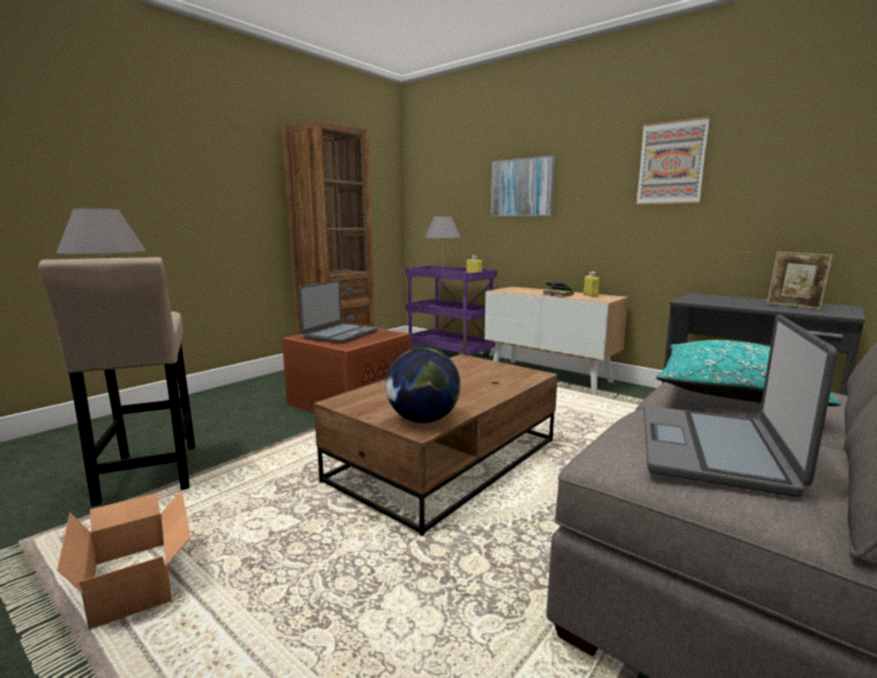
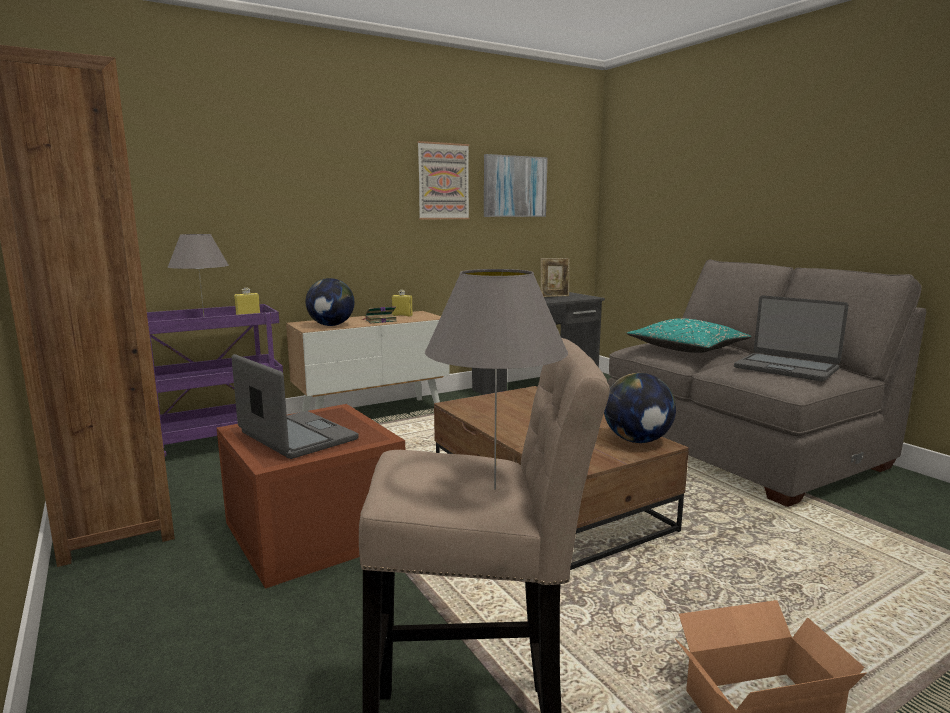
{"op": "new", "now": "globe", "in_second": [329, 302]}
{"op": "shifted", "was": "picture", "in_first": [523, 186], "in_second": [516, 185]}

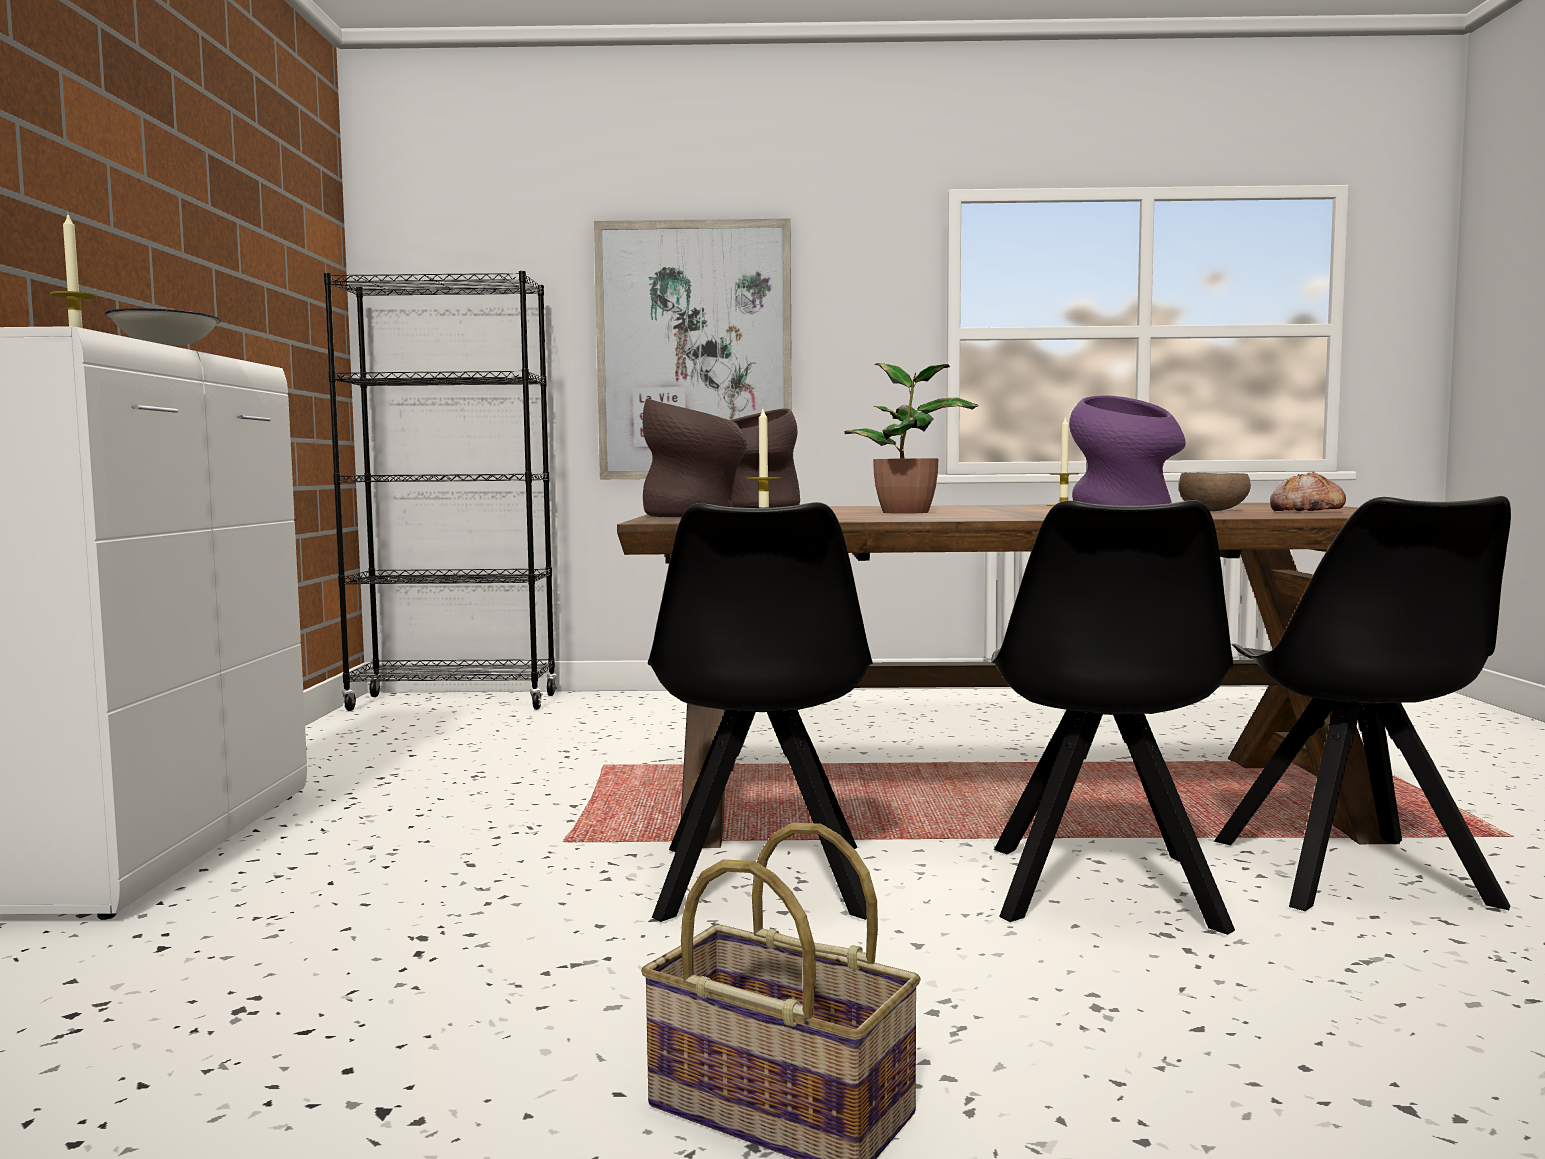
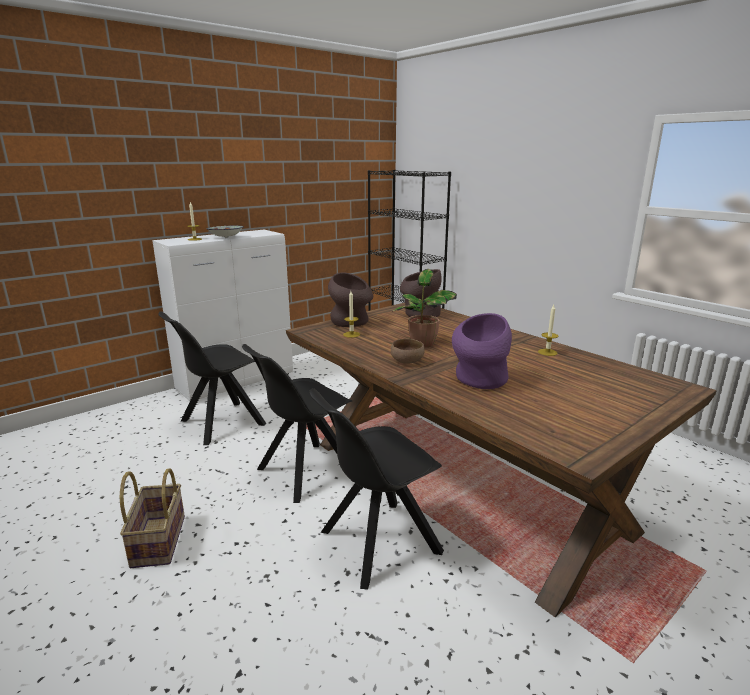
{"op": "shifted", "was": "black chair", "in_first": [1362, 703], "in_second": [212, 378]}
{"op": "shifted", "was": "brown bowl", "in_first": [1215, 492], "in_second": [408, 351]}
{"op": "gone", "was": "picture", "in_first": [693, 348]}
{"op": "gone", "was": "bread", "in_first": [1308, 491]}

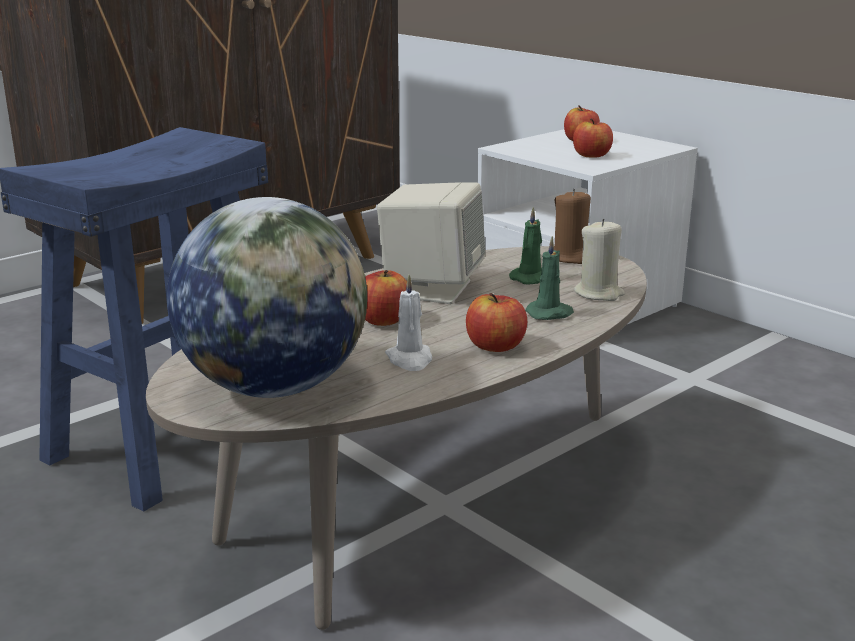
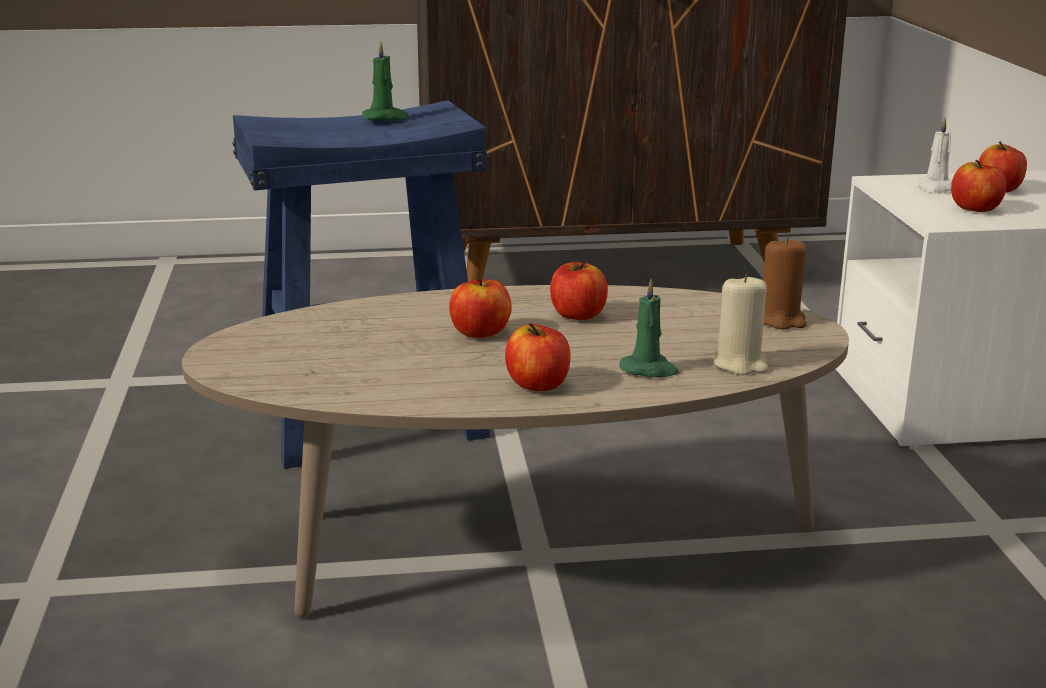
{"op": "shifted", "was": "green candle", "in_first": [525, 246], "in_second": [385, 81]}
{"op": "swapped", "was": "beige speaker", "now": "apple", "in_first": [431, 243], "in_second": [579, 290]}
{"op": "shifted", "was": "white candle", "in_first": [408, 323], "in_second": [935, 155]}
{"op": "gone", "was": "globe", "in_first": [267, 297]}

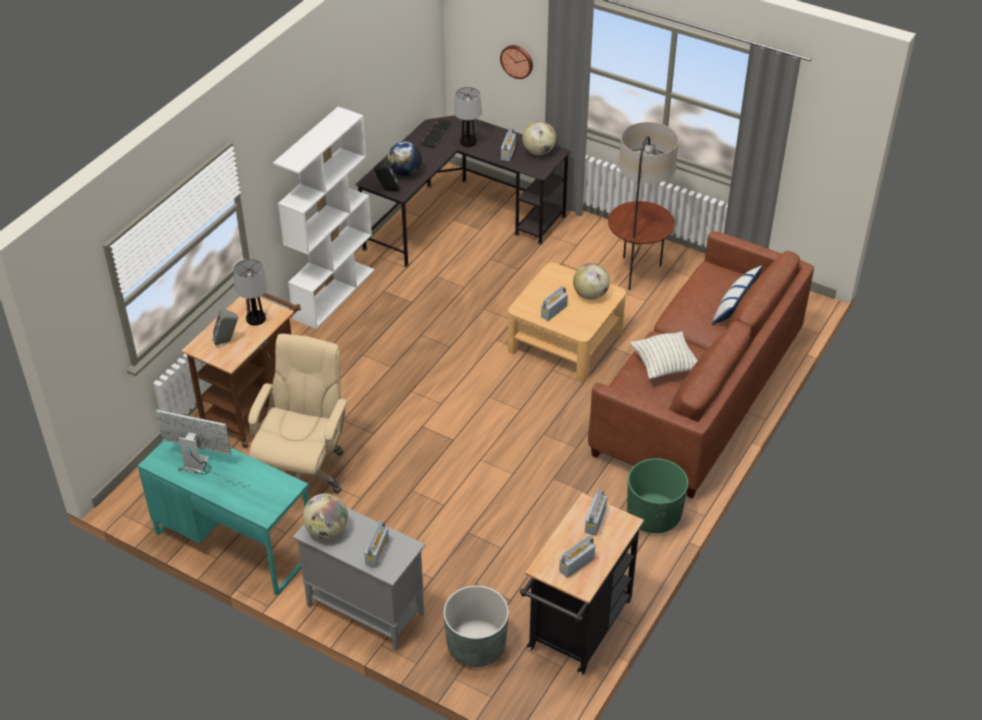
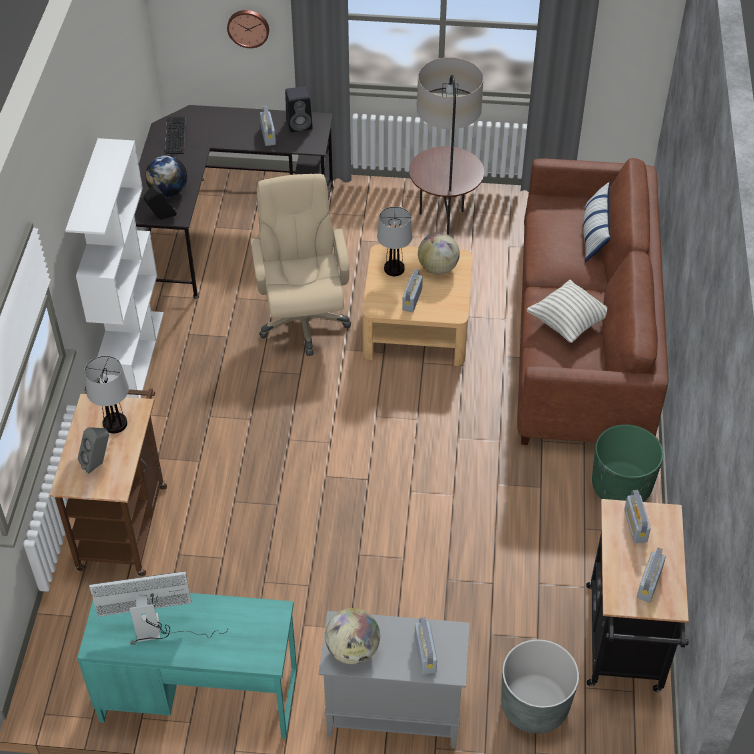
{"op": "shifted", "was": "beige office chair", "in_first": [298, 414], "in_second": [301, 265]}
{"op": "swapped", "was": "globe", "now": "black speaker", "in_first": [539, 138], "in_second": [299, 109]}
{"op": "shifted", "was": "table lamp", "in_first": [468, 117], "in_second": [395, 241]}

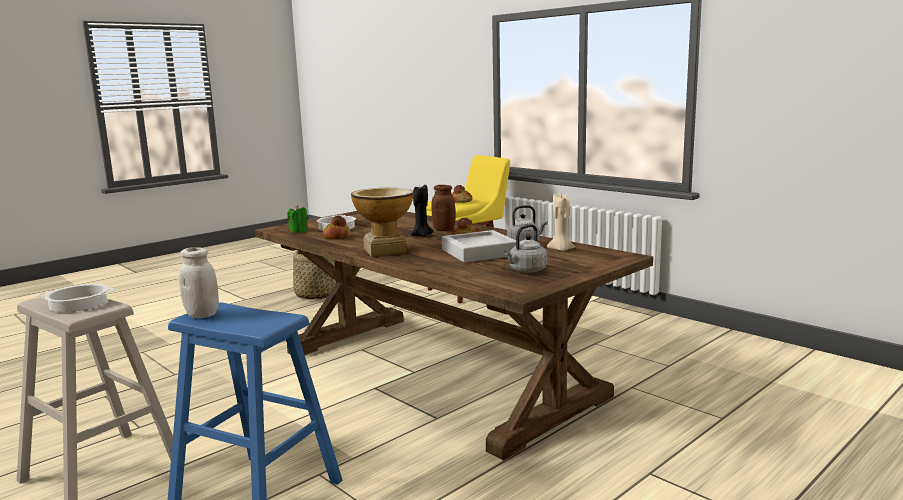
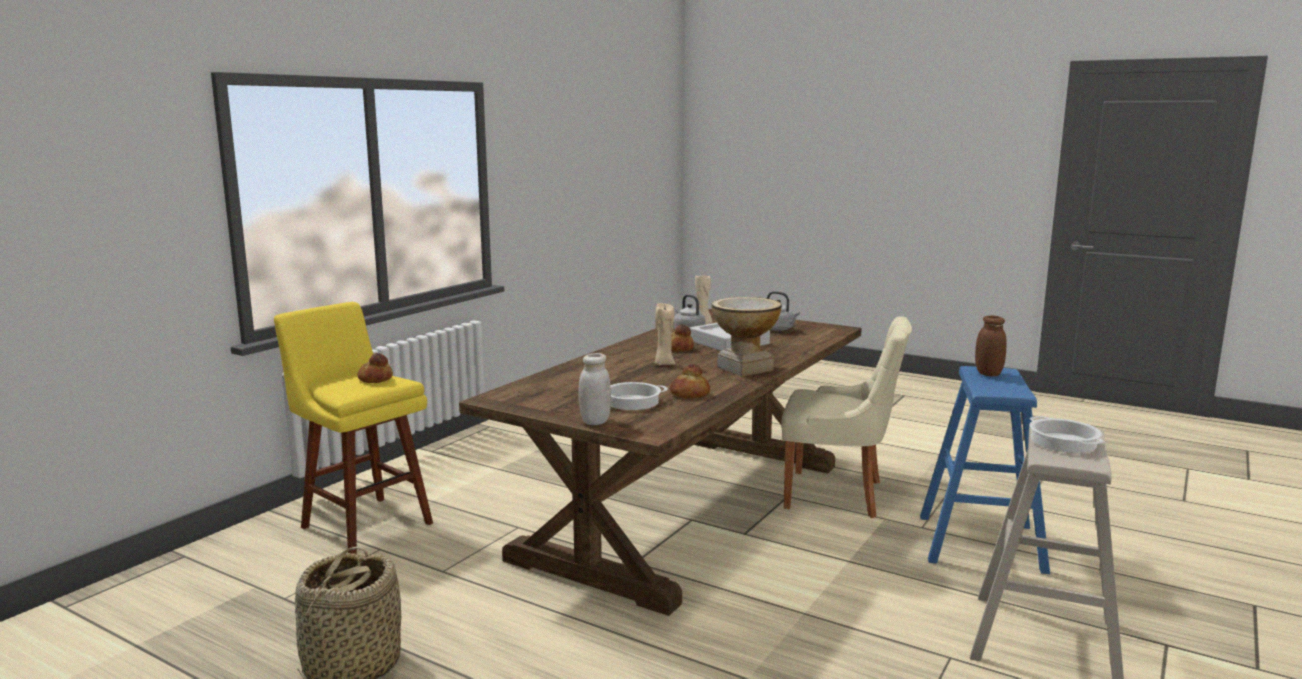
{"op": "shifted", "was": "white jar", "in_first": [199, 282], "in_second": [594, 389]}
{"op": "repainted", "was": "black candle", "now": "beige candle", "in_first": [422, 211], "in_second": [665, 334]}
{"op": "new", "now": "beige chair", "in_second": [846, 417]}
{"op": "shifted", "was": "brown jar", "in_first": [443, 208], "in_second": [991, 345]}
{"op": "gone", "was": "green candle", "in_first": [297, 219]}

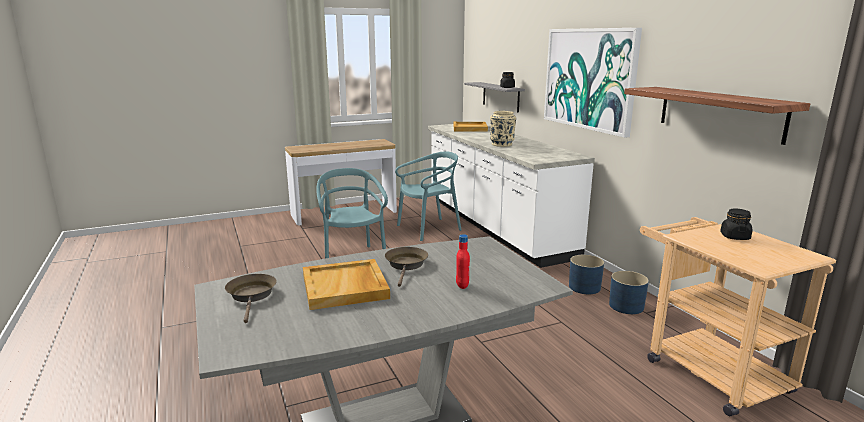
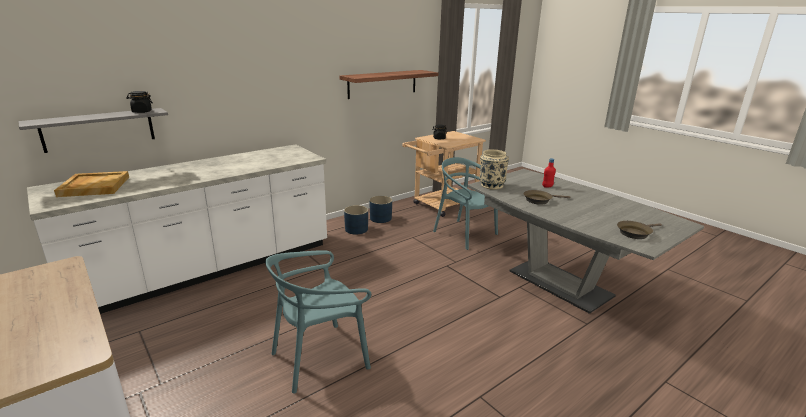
{"op": "shifted", "was": "turquoise chair", "in_first": [428, 196], "in_second": [465, 203]}
{"op": "shifted", "was": "beige vase", "in_first": [503, 129], "in_second": [494, 169]}
{"op": "gone", "was": "beige tray", "in_first": [346, 284]}
{"op": "gone", "was": "picture", "in_first": [593, 83]}

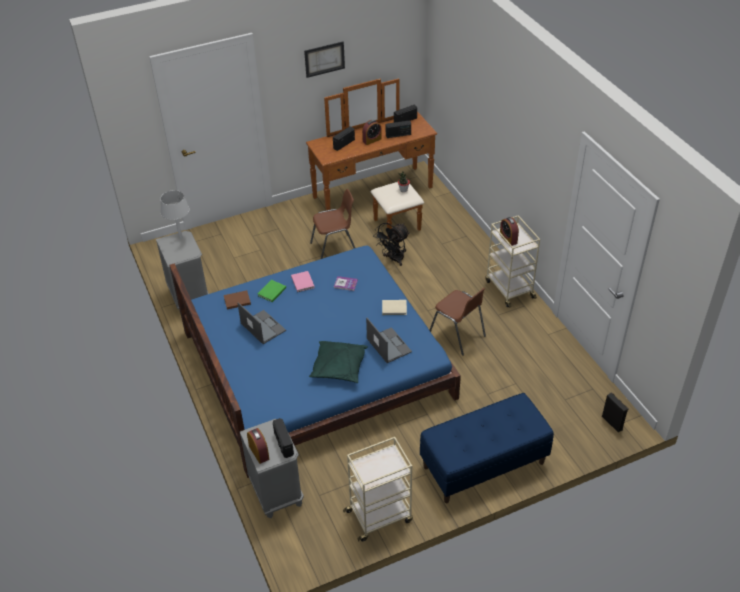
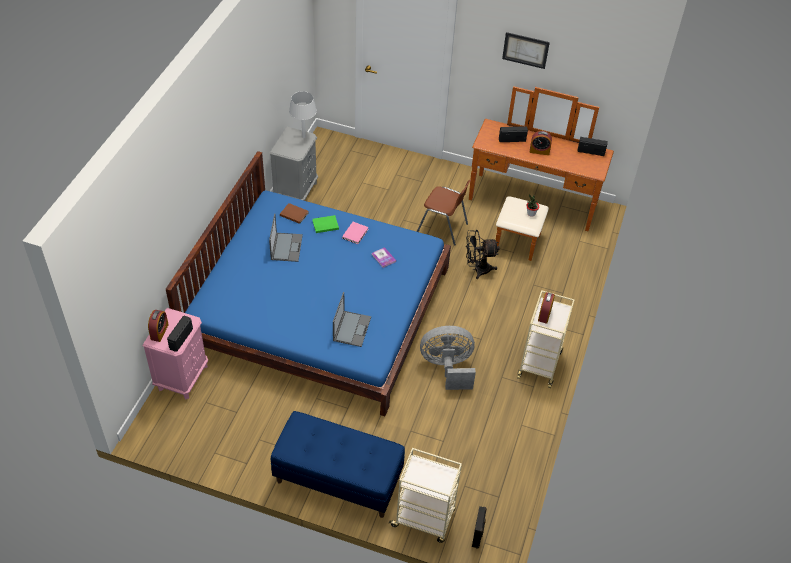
{"op": "repainted", "was": "grey nightstand", "now": "pink nightstand", "in_first": [272, 468], "in_second": [175, 354]}
{"op": "shifted", "was": "beige cart", "in_first": [378, 489], "in_second": [425, 495]}
{"op": "swapped", "was": "brown chair", "now": "grey fan", "in_first": [457, 322], "in_second": [448, 358]}
{"op": "gone", "was": "green pillow", "in_first": [338, 362]}
{"op": "gone", "was": "beige book", "in_first": [394, 307]}
{"op": "gone", "was": "radio", "in_first": [398, 129]}

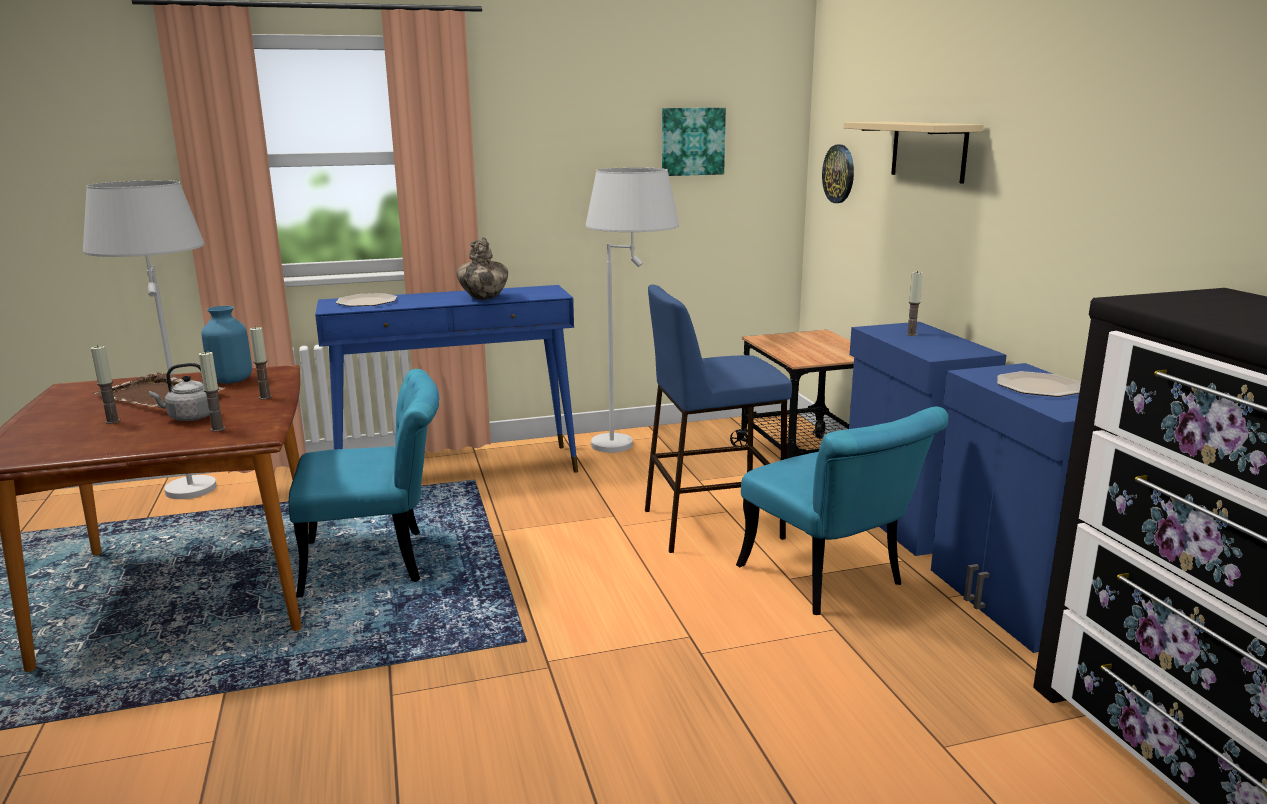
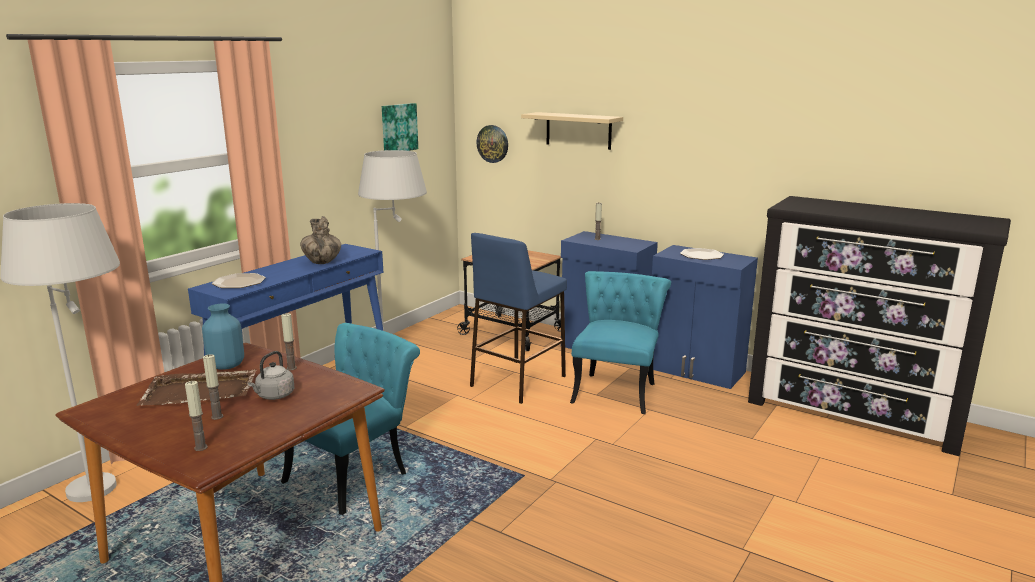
{"op": "shifted", "was": "candle", "in_first": [211, 391], "in_second": [196, 416]}
{"op": "rotated", "was": "turquoise chair", "in_first": [842, 511], "in_second": [620, 342], "clockwise": -90}

